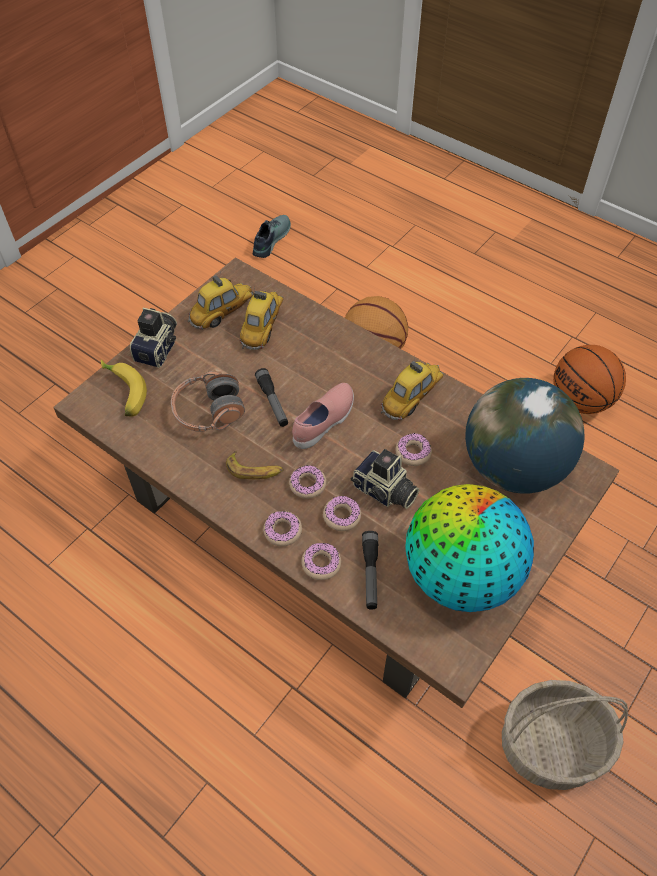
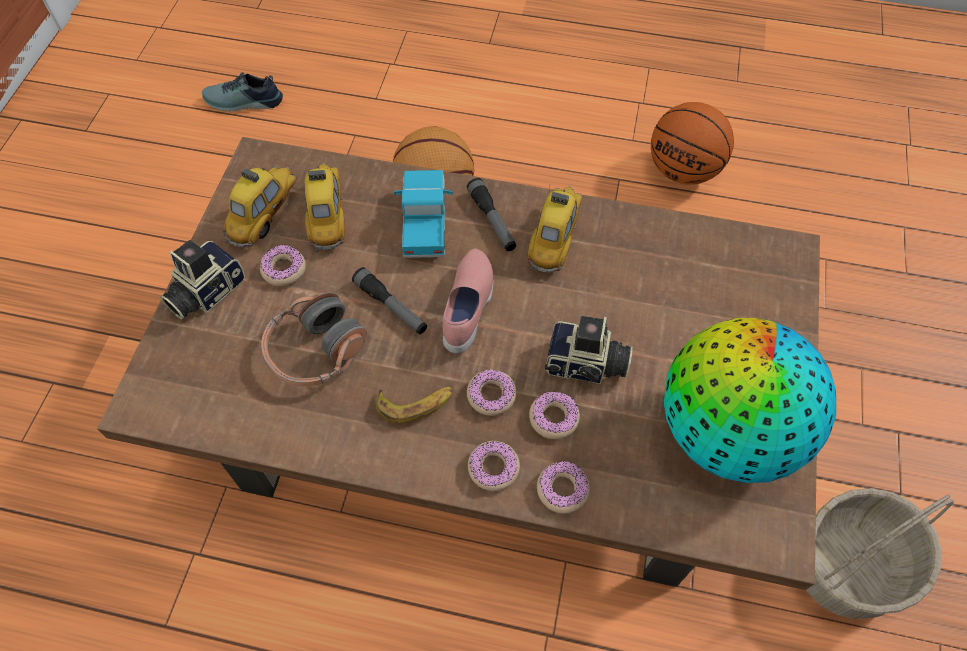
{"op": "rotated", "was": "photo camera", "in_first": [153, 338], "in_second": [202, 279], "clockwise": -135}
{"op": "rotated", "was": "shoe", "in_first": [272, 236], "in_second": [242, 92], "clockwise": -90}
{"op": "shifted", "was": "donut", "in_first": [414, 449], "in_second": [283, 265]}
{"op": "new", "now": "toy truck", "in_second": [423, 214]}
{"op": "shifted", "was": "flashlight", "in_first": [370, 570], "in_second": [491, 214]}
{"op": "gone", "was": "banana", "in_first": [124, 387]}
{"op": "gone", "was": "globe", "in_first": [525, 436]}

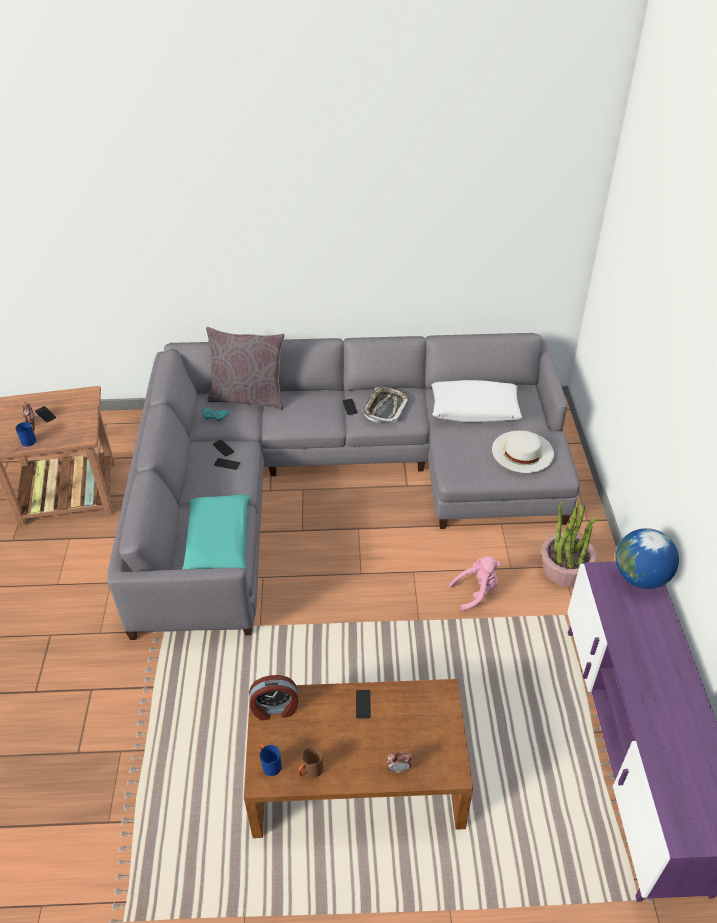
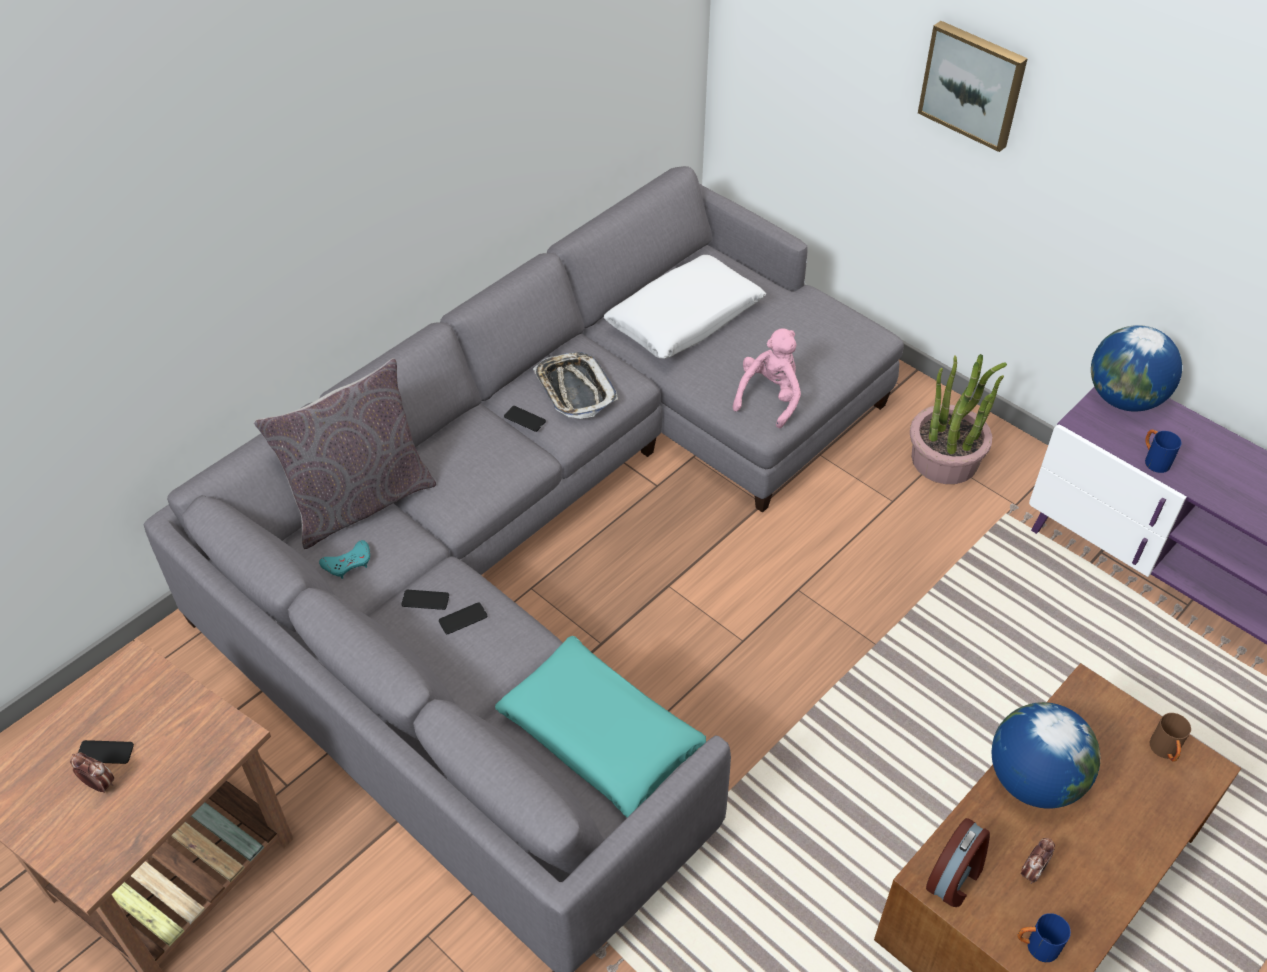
{"op": "shifted", "was": "pink plush toy", "in_first": [475, 583], "in_second": [767, 378]}
{"op": "new", "now": "picture", "in_second": [973, 86]}
{"op": "swapped", "was": "phone", "now": "globe", "in_first": [363, 704], "in_second": [1046, 755]}
{"op": "shifted", "was": "alarm clock", "in_first": [399, 762], "in_second": [1038, 861]}
{"op": "shifted", "was": "blue mug", "in_first": [26, 434], "in_second": [1163, 451]}
{"op": "shifted", "was": "brown mug", "in_first": [310, 762], "in_second": [1170, 737]}
{"op": "gone", "was": "white hat", "in_first": [523, 452]}

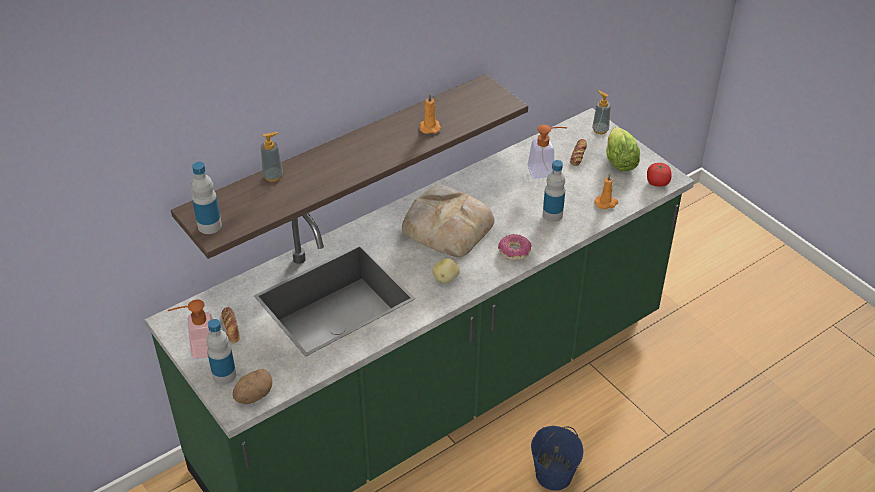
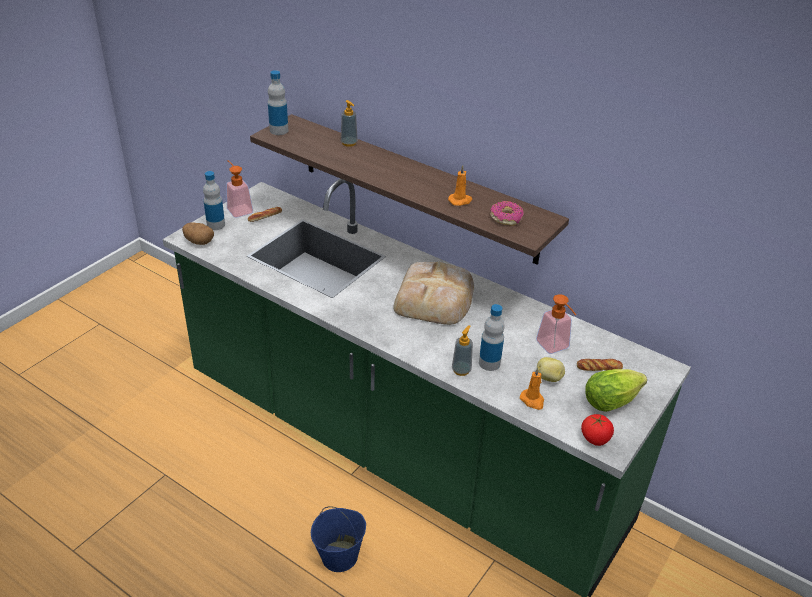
{"op": "shifted", "was": "soap dispenser", "in_first": [601, 112], "in_second": [462, 350]}
{"op": "shifted", "was": "donut", "in_first": [515, 247], "in_second": [507, 213]}
{"op": "shifted", "was": "potato", "in_first": [446, 271], "in_second": [551, 369]}

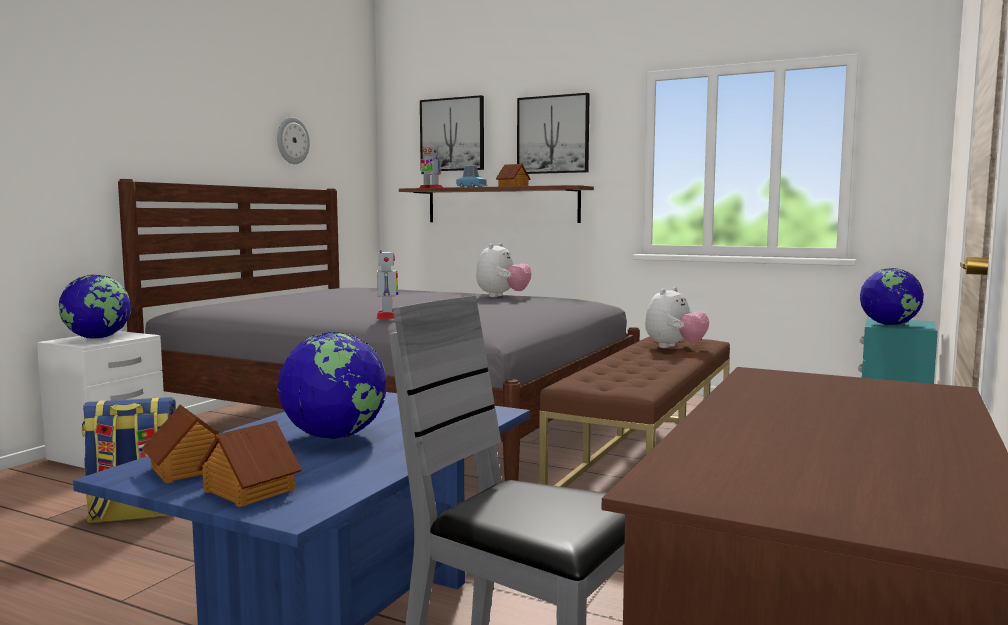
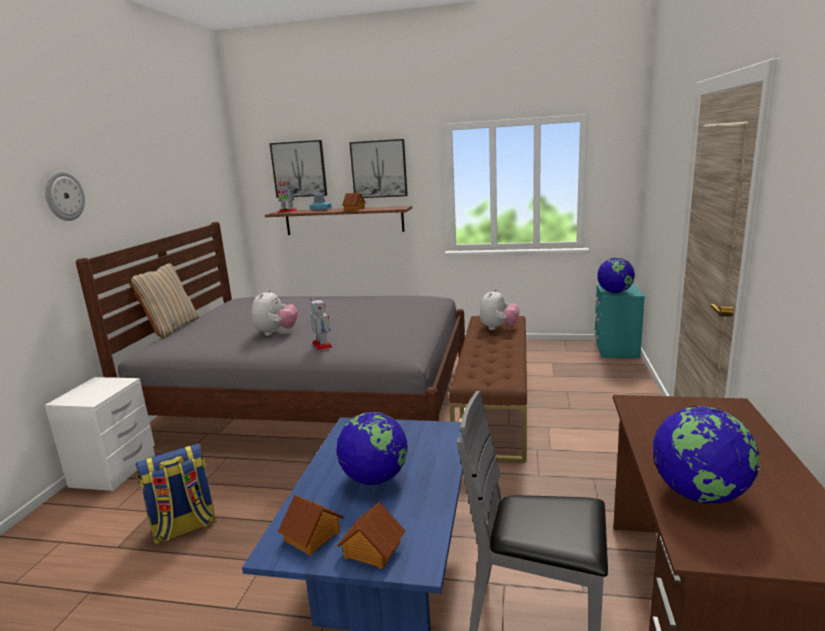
{"op": "shifted", "was": "wall clock", "in_first": [293, 140], "in_second": [65, 196]}
{"op": "new", "now": "beige pillow", "in_second": [164, 300]}
{"op": "shifted", "was": "plush toy", "in_first": [504, 270], "in_second": [274, 312]}
{"op": "shifted", "was": "globe", "in_first": [95, 306], "in_second": [706, 455]}

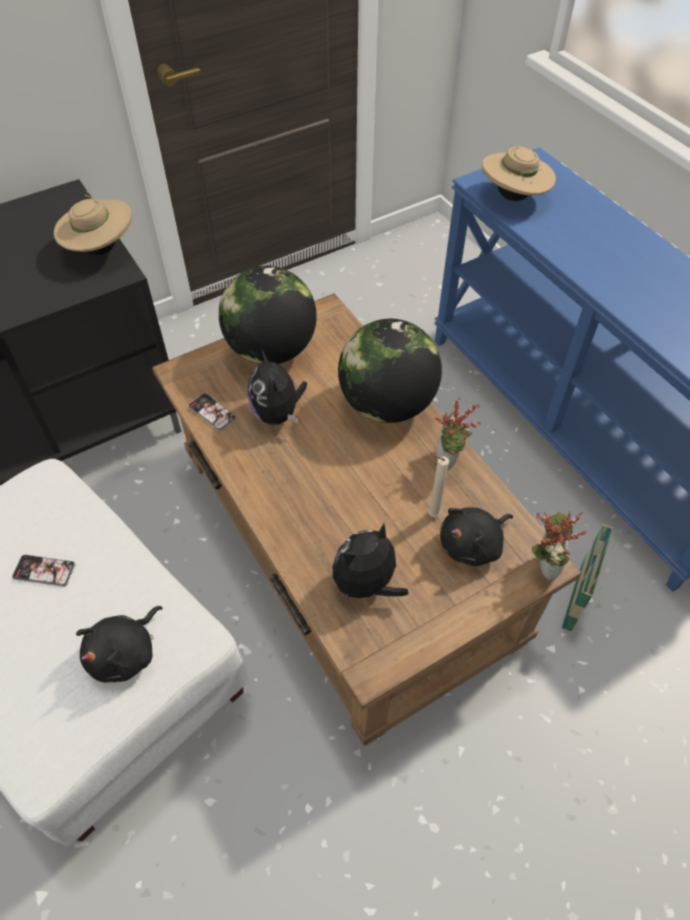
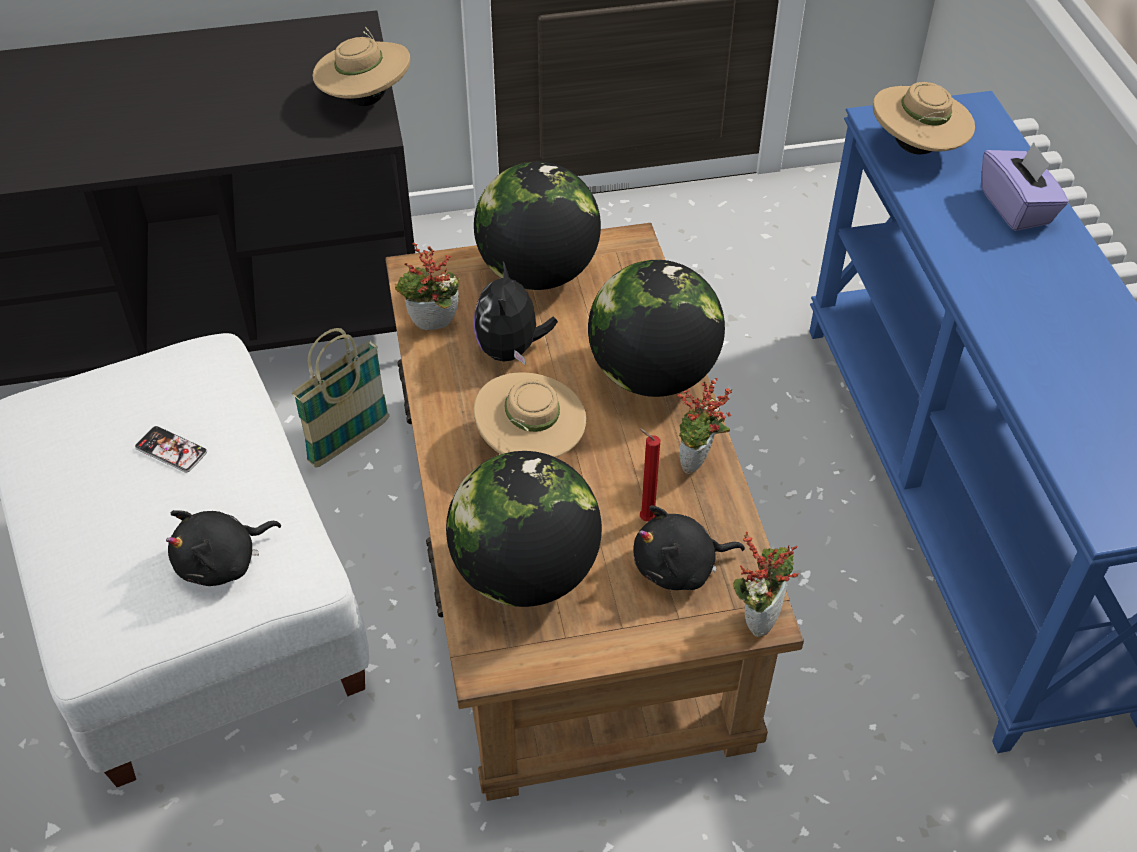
{"op": "shifted", "was": "basket", "in_first": [589, 577], "in_second": [340, 397]}
{"op": "swapped", "was": "phone", "now": "potted plant", "in_first": [212, 412], "in_second": [427, 286]}
{"op": "swapped", "was": "plush toy", "now": "globe", "in_first": [370, 566], "in_second": [524, 529]}
{"op": "new", "now": "beige hat", "in_second": [530, 415]}
{"op": "repainted", "was": "beige candle", "now": "red candle", "in_first": [438, 485], "in_second": [649, 475]}
{"op": "new", "now": "purple tissue box", "in_second": [1025, 186]}

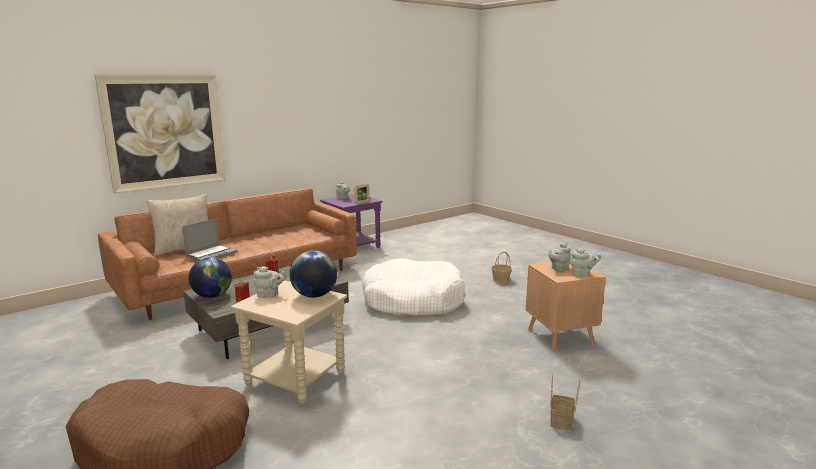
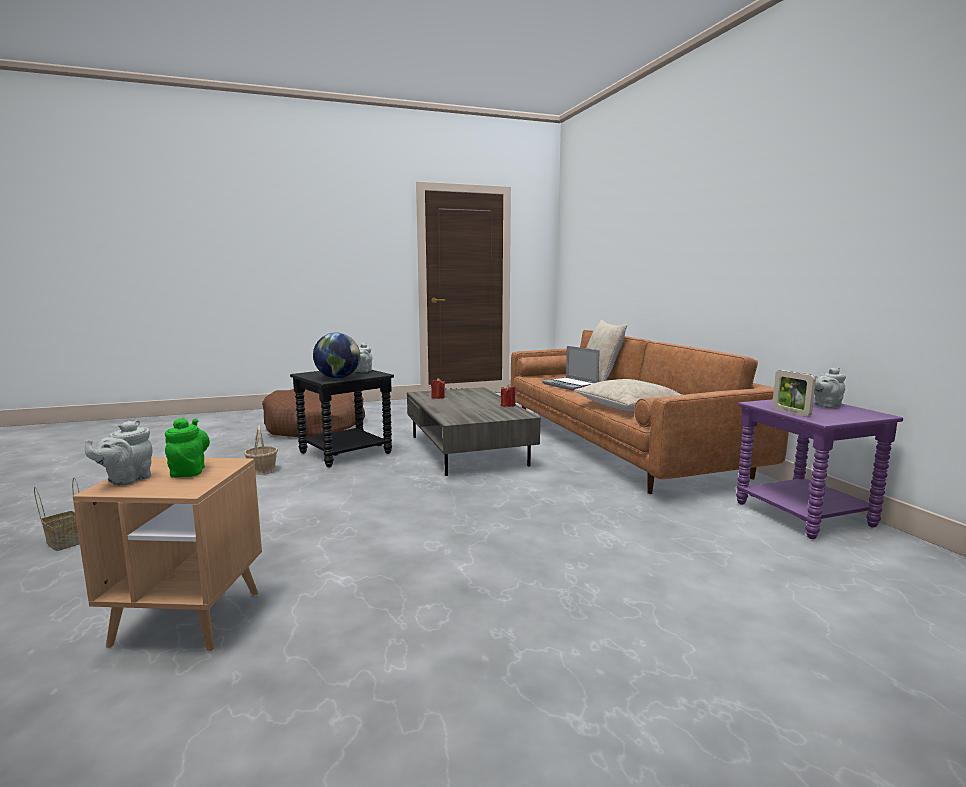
{"op": "repainted", "was": "grey teapot", "now": "green teapot", "in_first": [559, 257], "in_second": [187, 448]}
{"op": "shifted", "was": "basket", "in_first": [501, 267], "in_second": [261, 450]}
{"op": "repainted", "was": "beige side table", "now": "black side table", "in_first": [289, 343], "in_second": [342, 419]}
{"op": "new", "now": "beige pillow", "in_second": [628, 395]}
{"op": "gone", "was": "picture", "in_first": [160, 134]}
{"op": "gone", "was": "globe", "in_first": [210, 277]}
{"op": "gone", "was": "white dog bed", "in_first": [413, 287]}

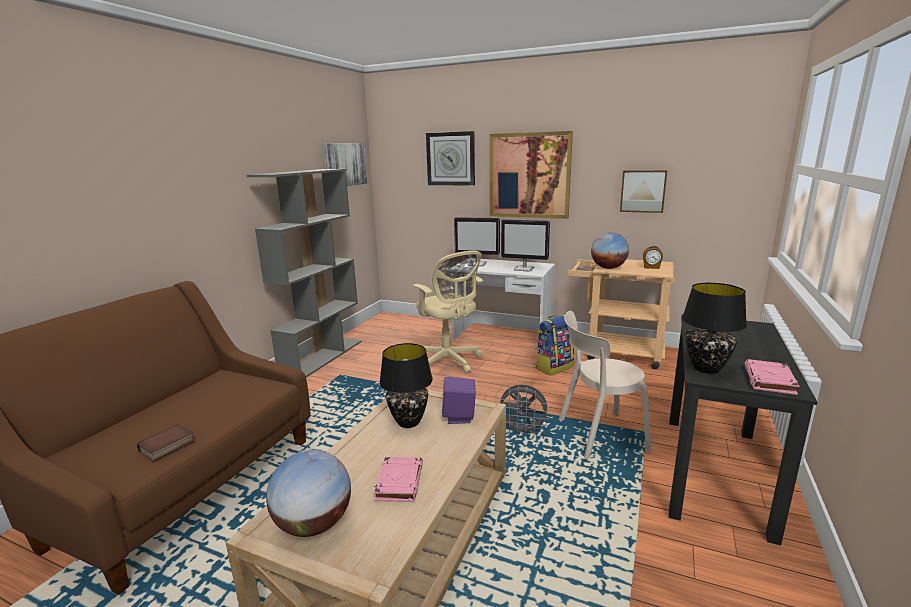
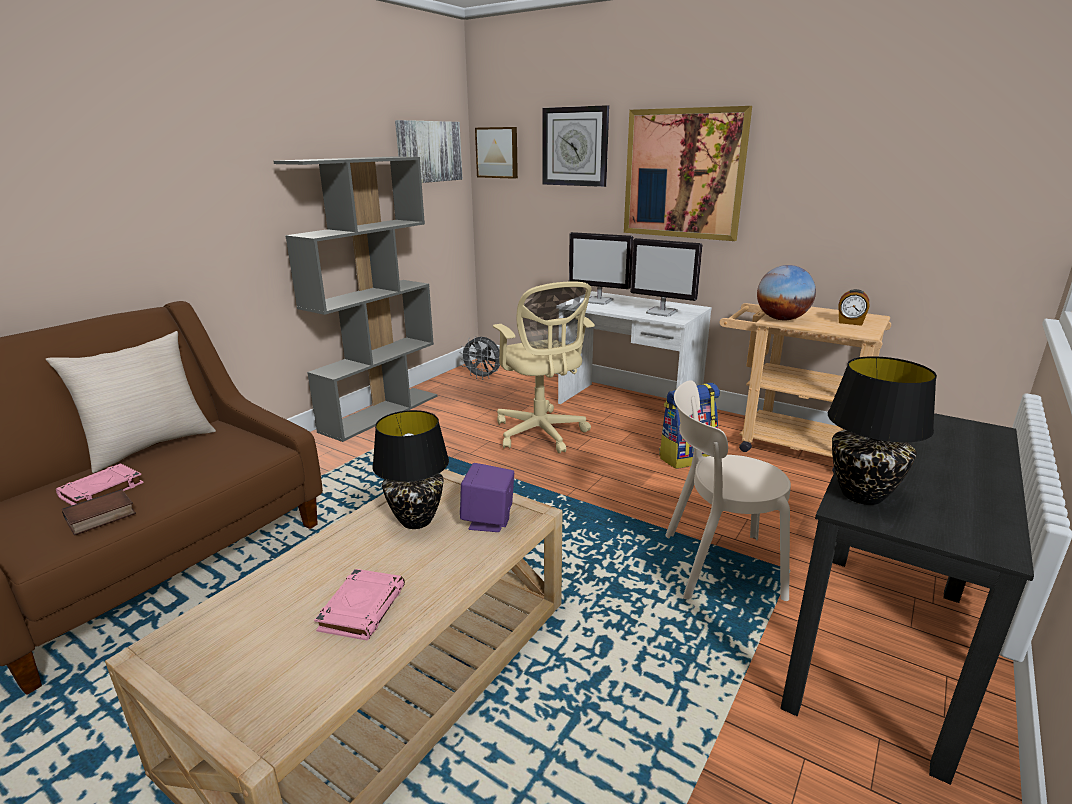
{"op": "new", "now": "beige pillow", "in_second": [130, 402]}
{"op": "shifted", "was": "pink book", "in_first": [771, 377], "in_second": [100, 484]}
{"op": "shifted", "was": "grey fan", "in_first": [524, 410], "in_second": [480, 358]}
{"op": "shifted", "was": "picture", "in_first": [643, 191], "in_second": [496, 153]}
{"op": "gone", "was": "globe", "in_first": [308, 493]}

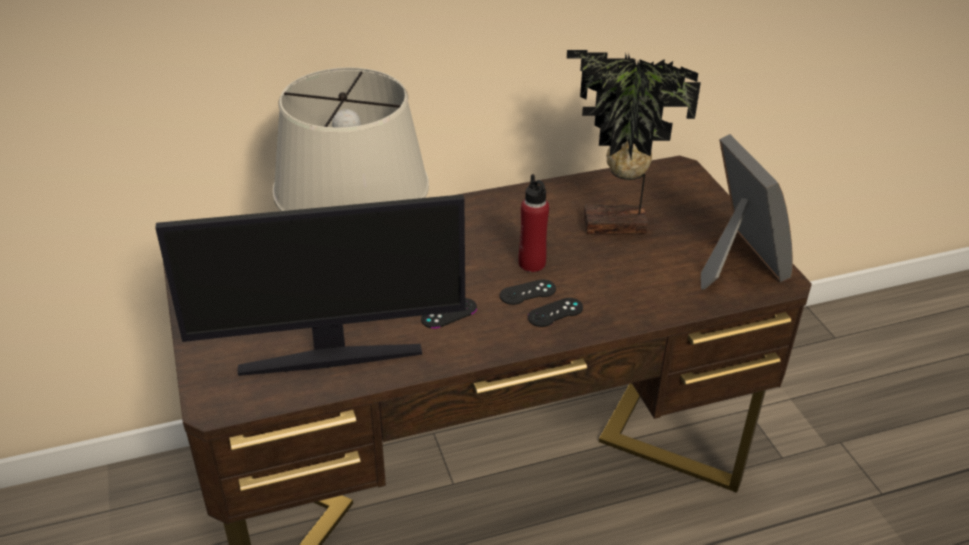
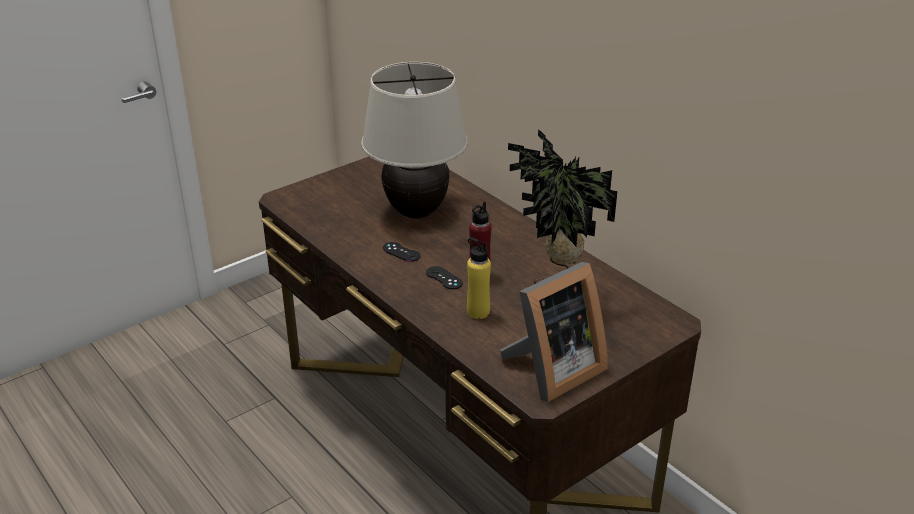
{"op": "new", "now": "yellow bottle", "in_second": [479, 278]}
{"op": "gone", "was": "monitor", "in_first": [310, 285]}
{"op": "gone", "was": "black game controller", "in_first": [555, 312]}

